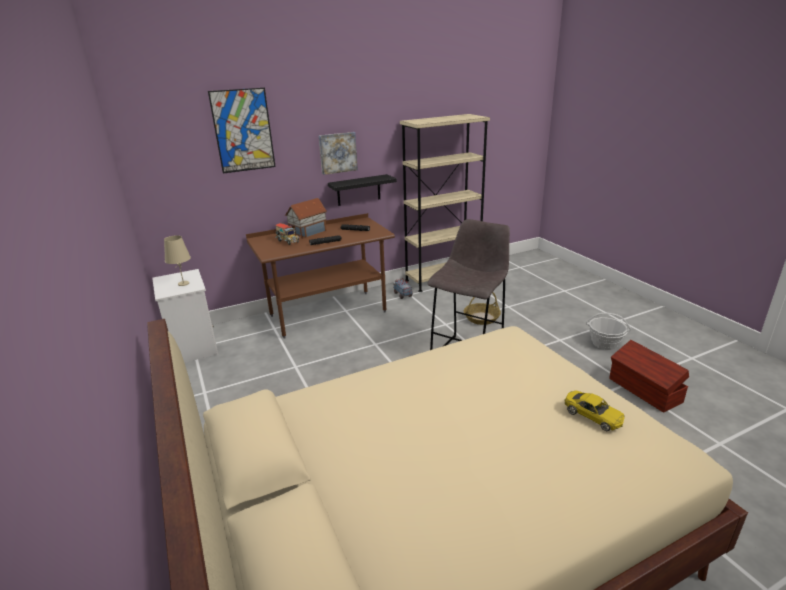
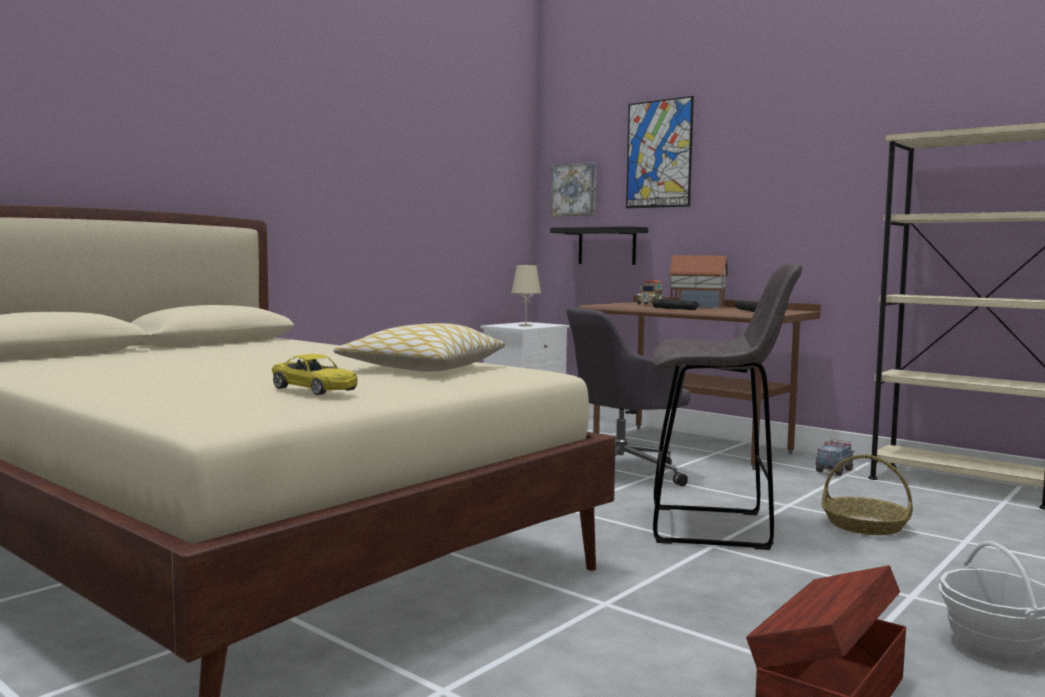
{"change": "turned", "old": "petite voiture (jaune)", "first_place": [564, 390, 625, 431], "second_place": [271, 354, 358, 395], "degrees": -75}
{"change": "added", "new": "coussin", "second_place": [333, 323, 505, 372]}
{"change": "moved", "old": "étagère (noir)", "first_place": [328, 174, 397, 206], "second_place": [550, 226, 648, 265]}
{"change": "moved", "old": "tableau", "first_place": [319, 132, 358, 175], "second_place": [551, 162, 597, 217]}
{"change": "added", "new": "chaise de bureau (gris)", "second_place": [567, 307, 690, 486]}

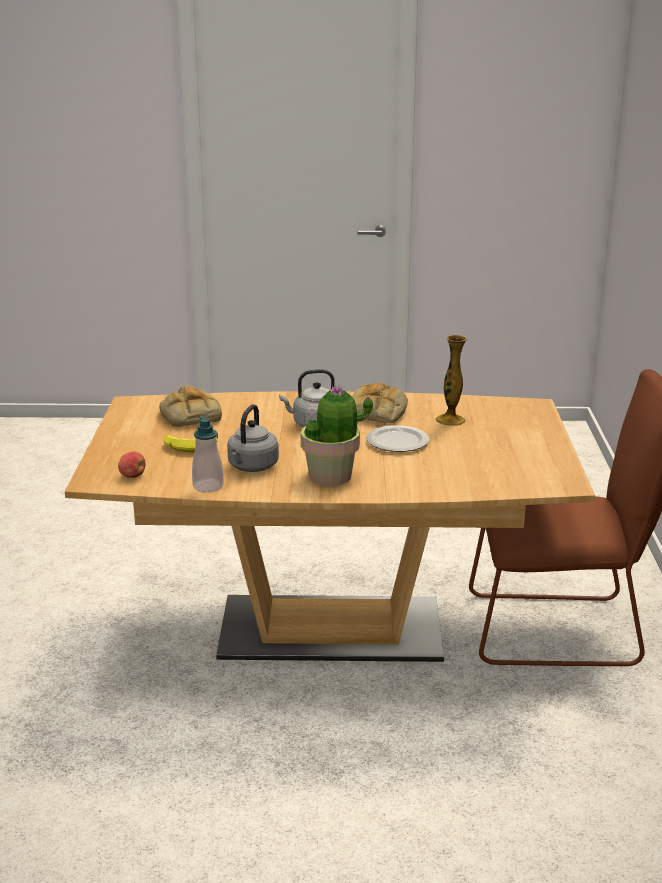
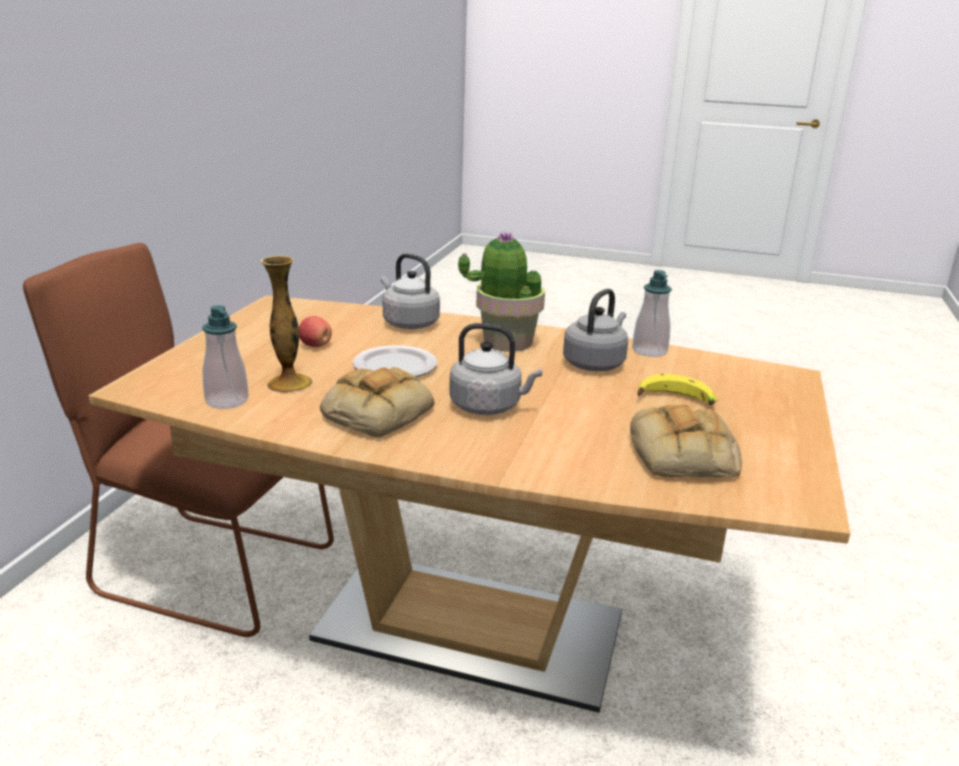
{"change": "added", "new": "distributeur de savon", "second_place": [202, 305, 249, 409]}
{"change": "moved", "old": "pomme", "first_place": [118, 452, 145, 478], "second_place": [299, 316, 332, 347]}
{"change": "added", "new": "bouilloire (gris)", "second_place": [381, 253, 440, 329]}

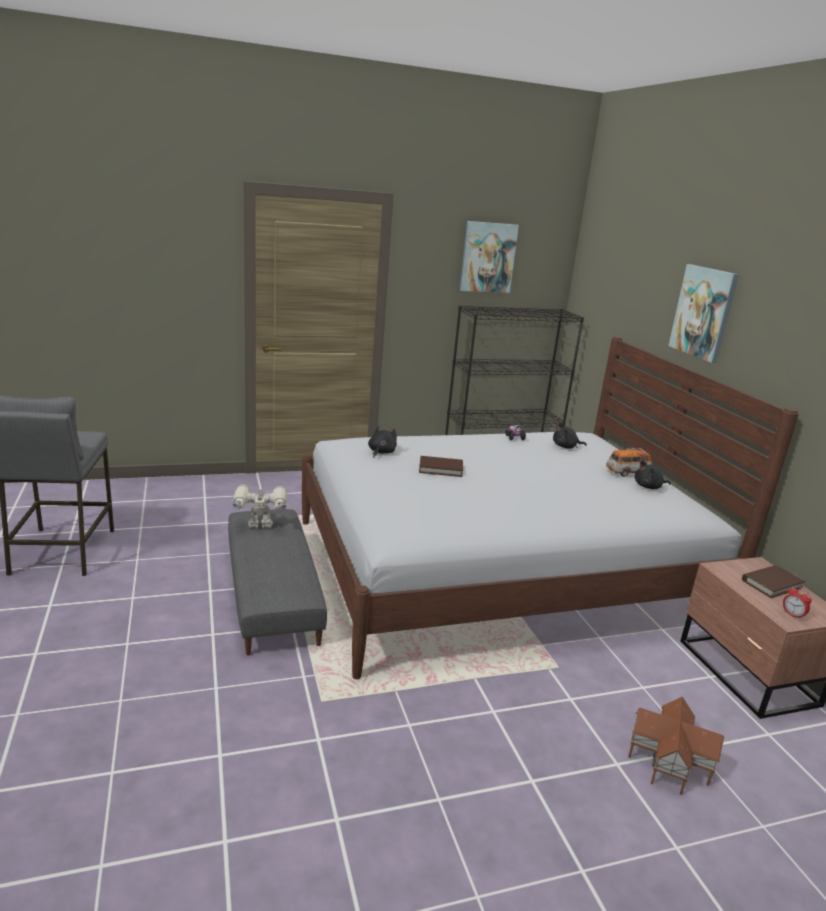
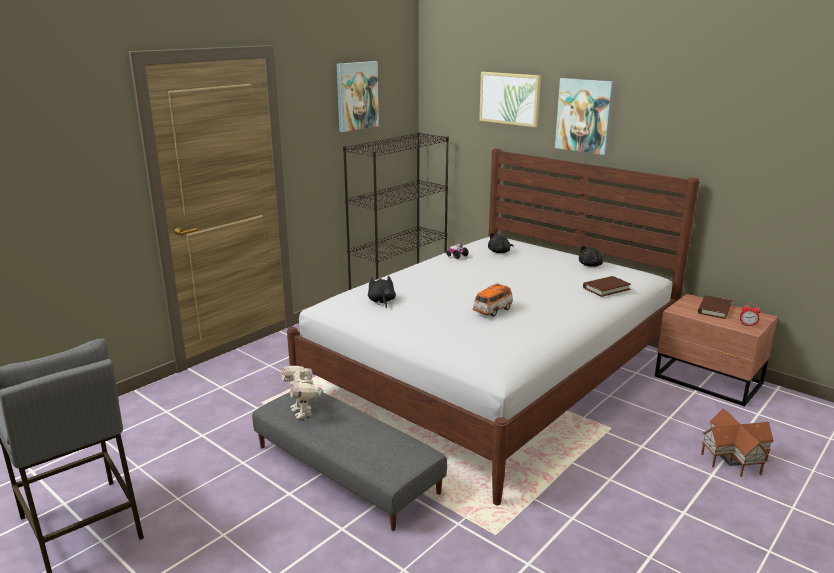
{"change": "turned", "old": "robot jouet", "first_place": [233, 484, 287, 529], "second_place": [281, 366, 323, 419], "degrees": -75}
{"change": "moved", "old": "petite voiture", "first_place": [606, 448, 652, 477], "second_place": [473, 283, 513, 316]}
{"change": "added", "new": "tableau", "second_place": [479, 72, 541, 127]}
{"change": "moved", "old": "livre (marron)", "first_place": [419, 456, 463, 477], "second_place": [583, 276, 631, 297]}

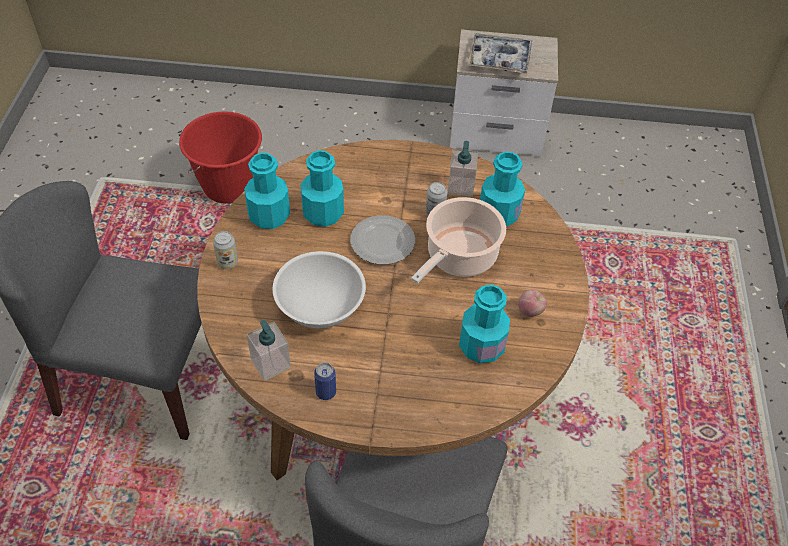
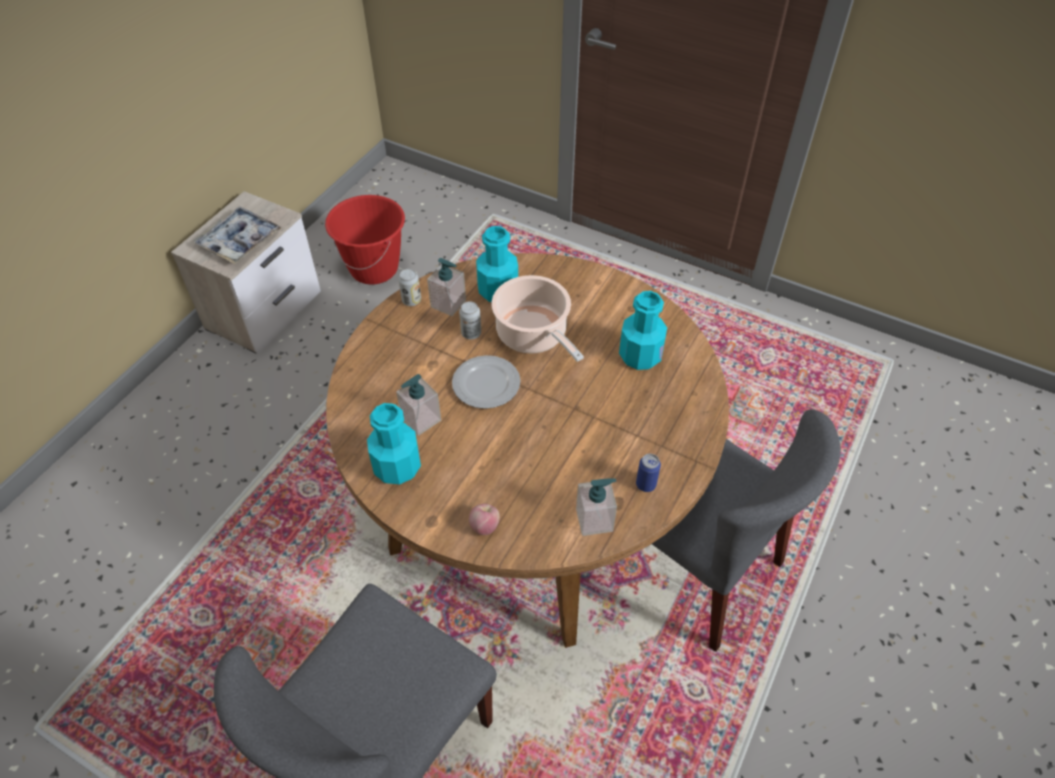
{"change": "moved", "old": "seau (rouge)", "first_place": [179, 111, 262, 204], "second_place": [325, 195, 405, 285]}
{"change": "replaced", "old": "bouteille (turquoise)", "new": "distributeur de savon", "first_place": [300, 150, 344, 227], "second_place": [396, 374, 441, 436]}
{"change": "moved", "old": "boîte métallique", "first_place": [213, 231, 238, 269], "second_place": [398, 269, 421, 306]}
{"change": "moved", "old": "pomme", "first_place": [518, 289, 547, 317], "second_place": [469, 504, 500, 535]}
{"change": "removed", "old": "bol (blanc)", "first_place": [273, 251, 366, 328]}

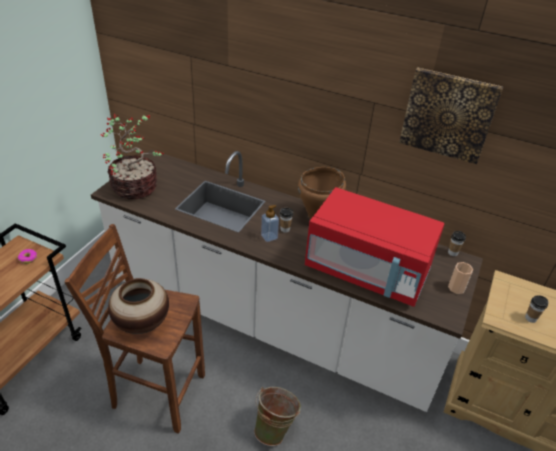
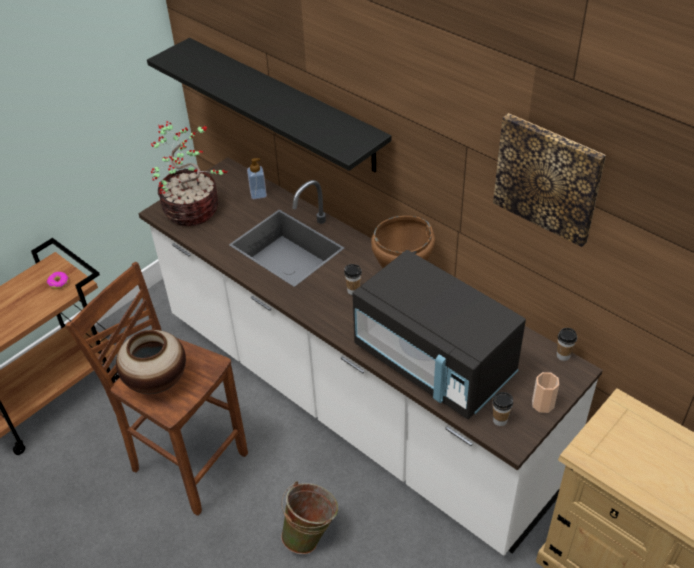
{"change": "added", "new": "étagère (noir)", "second_place": [147, 38, 391, 172]}
{"change": "moved", "old": "distributeur de savon", "first_place": [261, 205, 279, 242], "second_place": [247, 158, 267, 199]}
{"change": "recoloured", "old": "micro-ondes (rouge)", "new": "micro-ondes (noir)", "first_place": [305, 187, 444, 307], "second_place": [352, 250, 526, 419]}
{"change": "moved", "old": "tasse", "first_place": [525, 295, 548, 323], "second_place": [492, 392, 513, 426]}

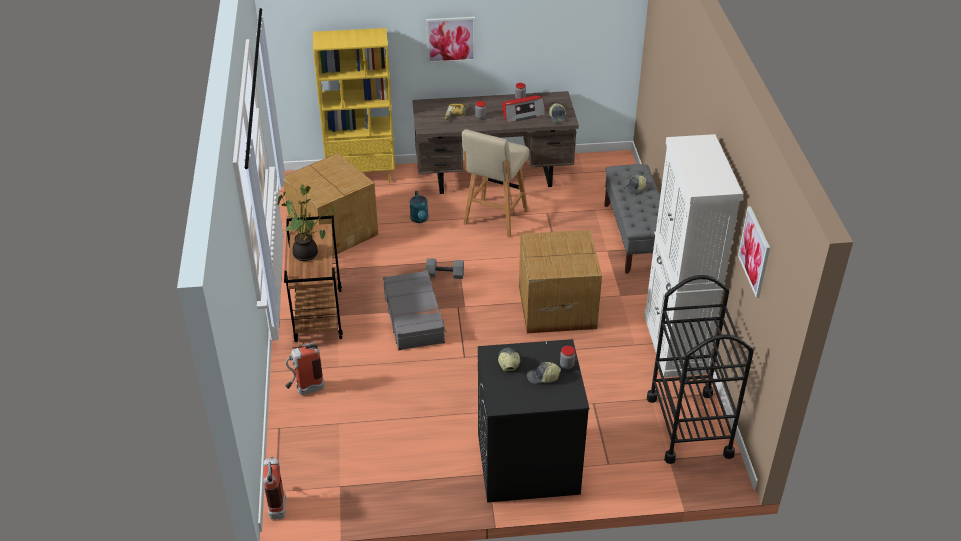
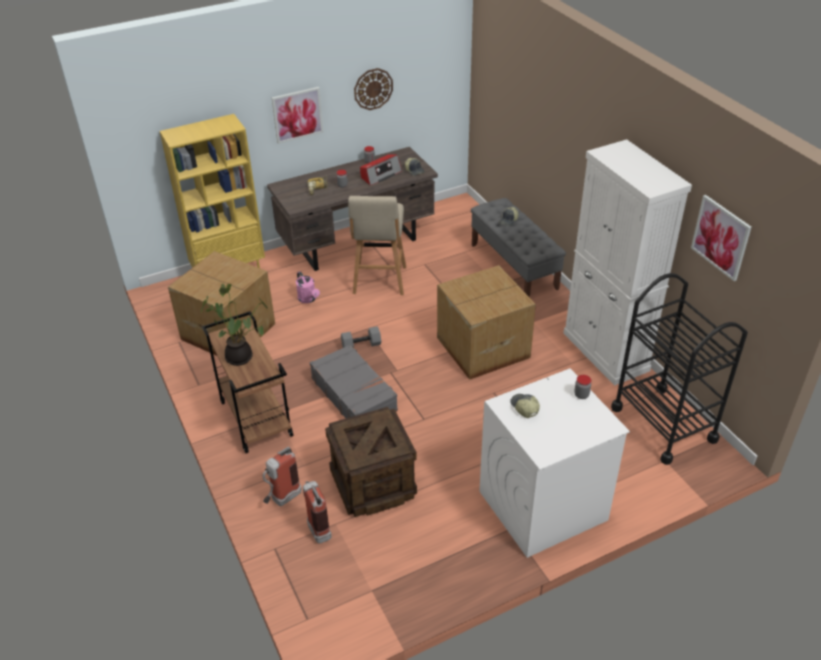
{"change": "recoloured", "old": "arrosoir (turquoise)", "new": "arrosoir (rose)", "first_place": [409, 191, 429, 223], "second_place": [296, 271, 320, 303]}
{"change": "moved", "old": "extincteur", "first_place": [263, 456, 286, 519], "second_place": [303, 481, 332, 544]}
{"change": "added", "new": "caisse", "second_place": [325, 407, 417, 517]}
{"change": "added", "new": "horloge murale", "second_place": [354, 68, 393, 110]}
{"change": "recoloured", "old": "lave-linge (noir)", "new": "lave-linge (blanc)", "first_place": [478, 339, 589, 503], "second_place": [479, 368, 630, 558]}
{"change": "removed", "old": "casquette", "first_place": [527, 362, 561, 384]}

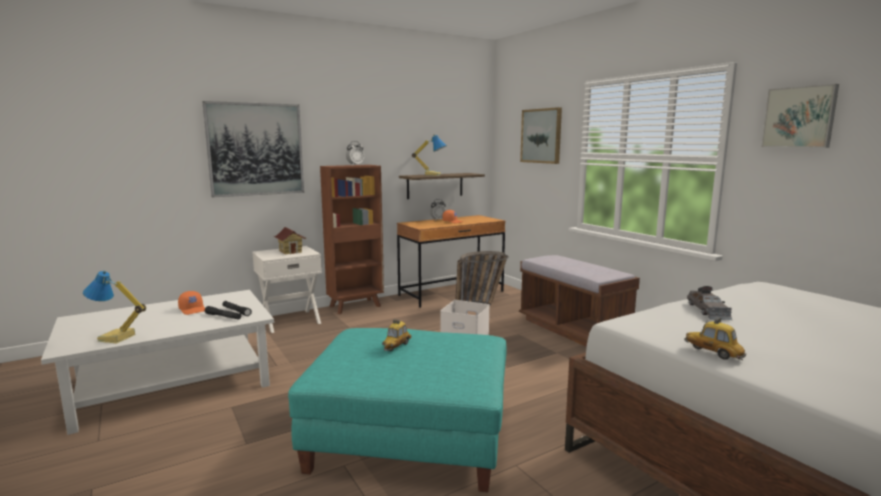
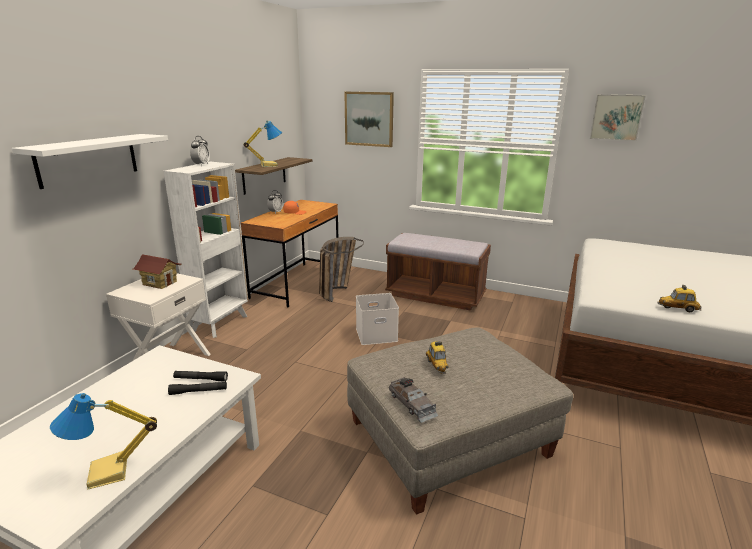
{"change": "replaced", "old": "tableau", "new": "étagère (blanc)", "first_place": [202, 101, 304, 198], "second_place": [12, 134, 168, 189]}
{"change": "recoloured", "old": "bibliothèque (marron)", "new": "bibliothèque (blanc)", "first_place": [320, 165, 384, 314], "second_place": [164, 162, 248, 338]}
{"change": "recoloured", "old": "pouf (turquoise)", "new": "pouf (gris)", "first_place": [288, 328, 507, 492], "second_place": [347, 327, 574, 515]}
{"change": "moved", "old": "petite voiture (gris)", "first_place": [687, 286, 732, 320], "second_place": [389, 377, 438, 423]}
{"change": "removed", "old": "casquette (orange)", "first_place": [178, 291, 205, 315]}

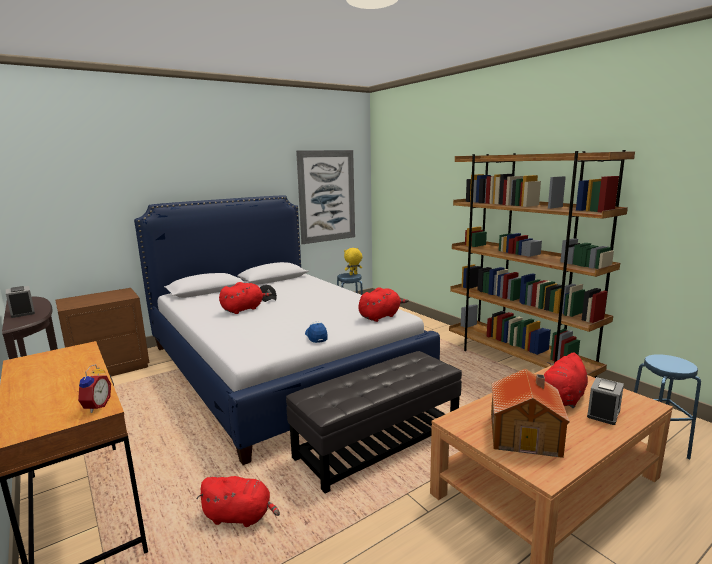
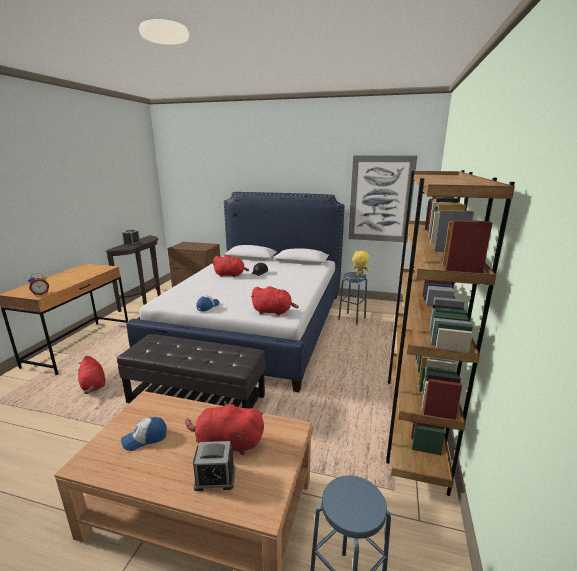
{"change": "replaced", "old": "maison miniature", "new": "casquette", "first_place": [491, 368, 570, 458], "second_place": [121, 417, 167, 451]}

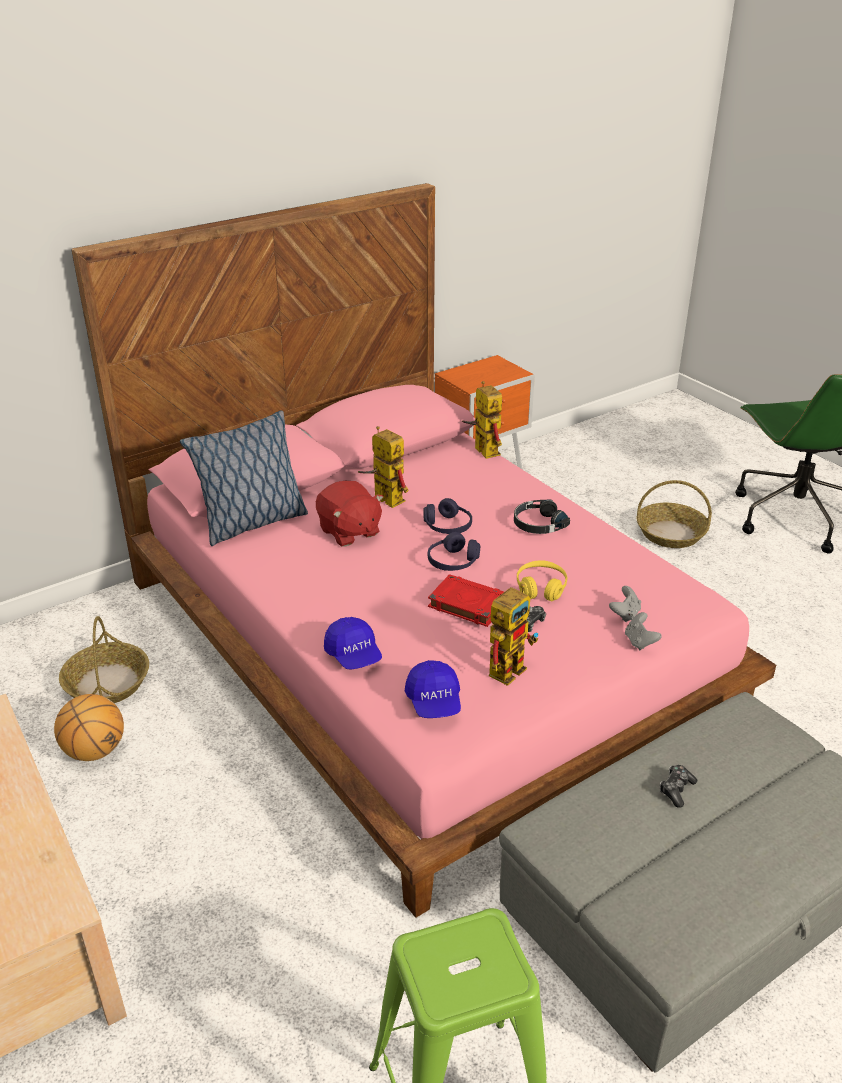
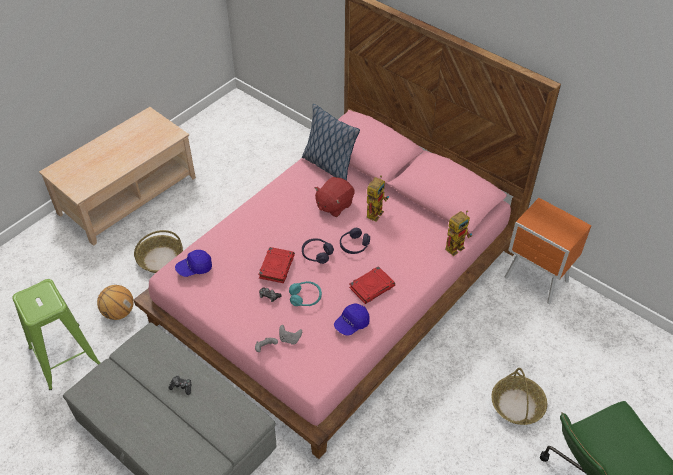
{"change": "moved", "old": "ballon de basket", "first_place": [54, 694, 124, 761], "second_place": [97, 285, 134, 320]}
{"change": "moved", "old": "panier", "first_place": [59, 616, 149, 703], "second_place": [134, 230, 183, 273]}
{"change": "recoloured", "old": "casque audio (jaune)", "new": "casque audio (turquoise)", "first_place": [517, 560, 568, 601], "second_place": [289, 281, 322, 306]}
{"change": "moved", "old": "casquette (bleu)", "first_place": [324, 617, 382, 669], "second_place": [334, 303, 370, 336]}
{"change": "replaced", "old": "casque audio (noir)", "new": "livre (rouge)", "first_place": [514, 499, 570, 534], "second_place": [349, 266, 395, 304]}
{"change": "removed", "old": "robot jouet", "first_place": [489, 584, 538, 686]}

